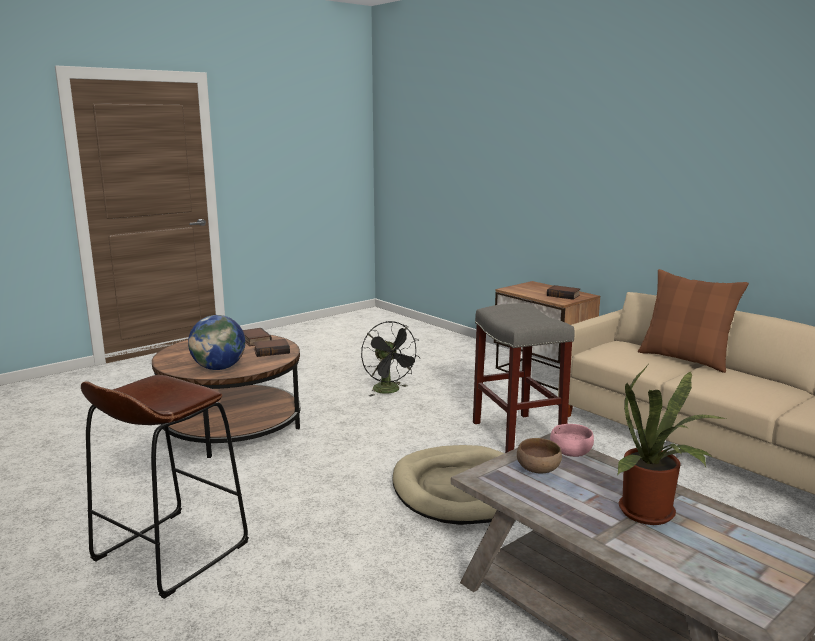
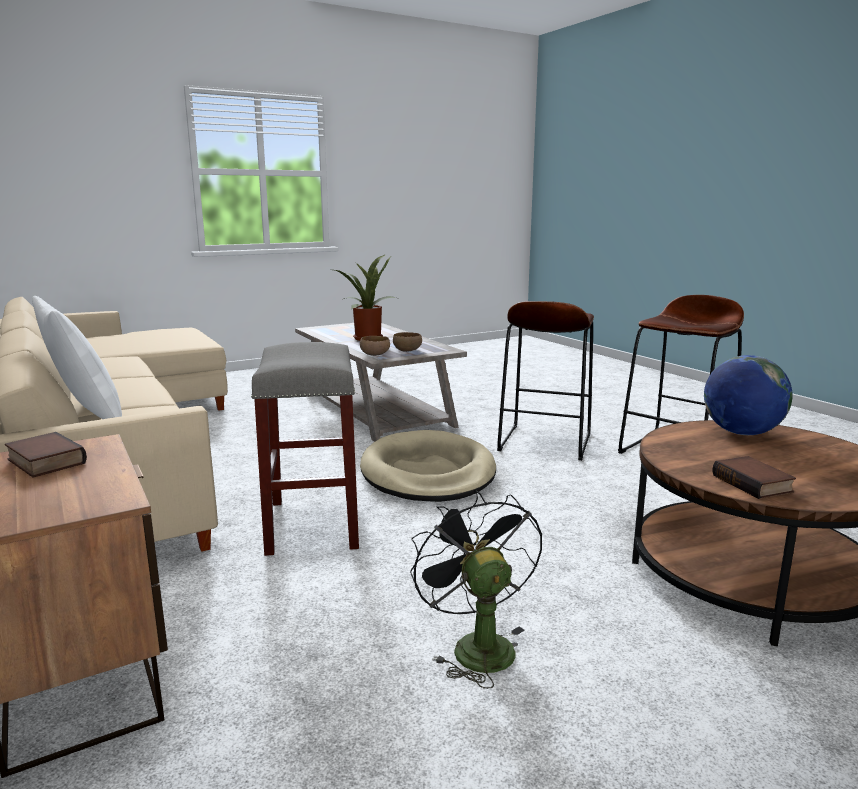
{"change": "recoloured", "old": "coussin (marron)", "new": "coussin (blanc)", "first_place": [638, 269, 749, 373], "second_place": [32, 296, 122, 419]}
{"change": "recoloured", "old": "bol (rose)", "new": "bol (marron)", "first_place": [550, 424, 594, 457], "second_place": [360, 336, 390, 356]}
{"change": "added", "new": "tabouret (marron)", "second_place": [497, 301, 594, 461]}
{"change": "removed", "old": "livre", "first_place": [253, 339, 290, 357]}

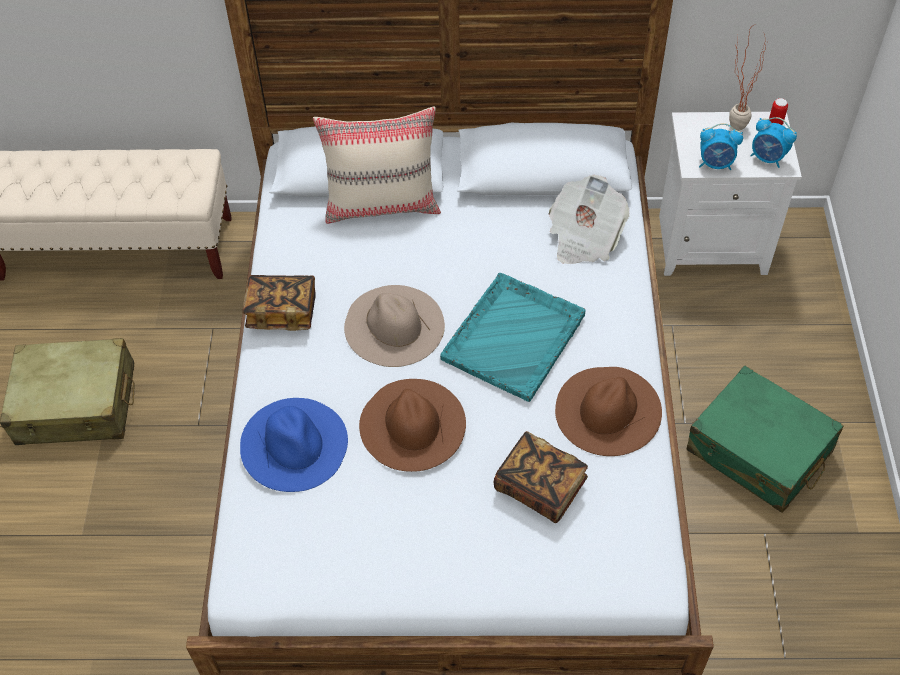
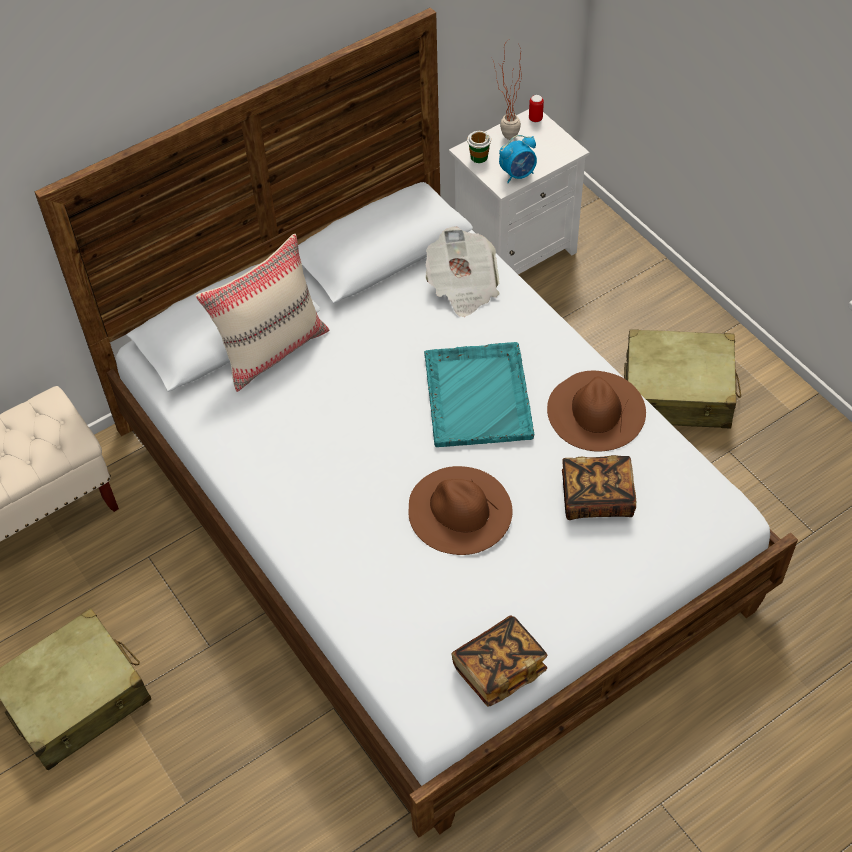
{"change": "moved", "old": "livre", "first_place": [242, 275, 316, 331], "second_place": [451, 616, 548, 707]}
{"change": "added", "new": "tasse", "second_place": [467, 131, 491, 163]}
{"change": "recoloured", "old": "valise (vert)", "new": "valise (beige)", "first_place": [687, 366, 844, 513], "second_place": [624, 329, 741, 428]}
{"change": "removed", "old": "chapeau (bleu)", "first_place": [240, 398, 348, 492]}
{"change": "removed", "old": "chapeau (beige)", "first_place": [344, 285, 445, 367]}
{"change": "removed", "old": "réveil", "first_place": [750, 117, 797, 168]}

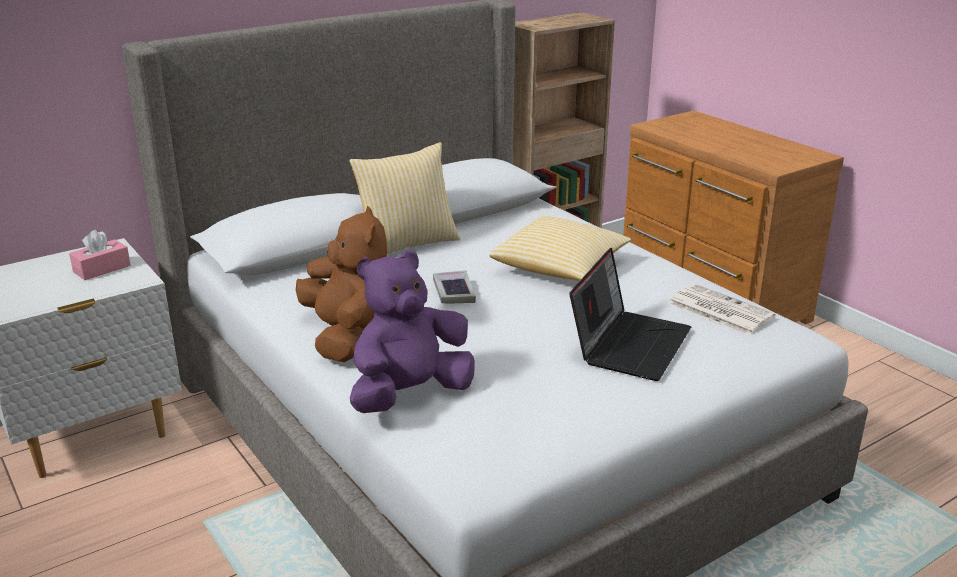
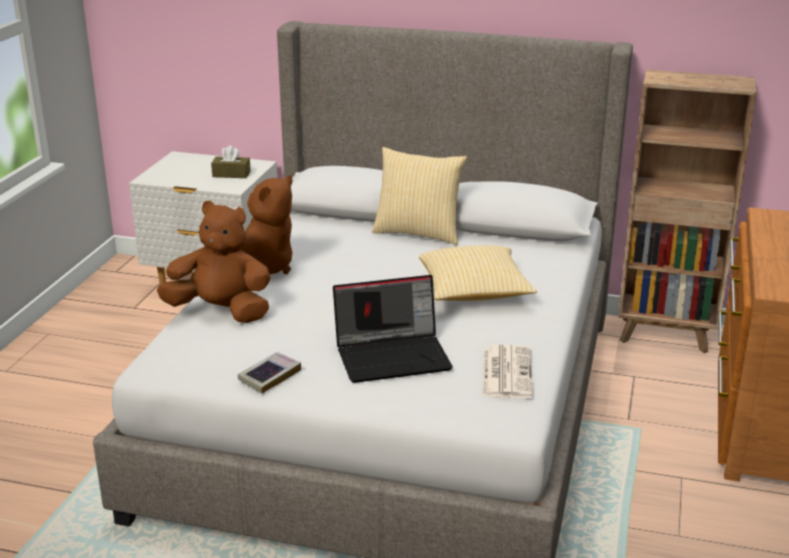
{"change": "recoloured", "old": "peluche (violet)", "new": "peluche (marron)", "first_place": [350, 250, 475, 413], "second_place": [157, 201, 271, 323]}
{"change": "recoloured", "old": "boîte à mouchoirs (rose)", "new": "boîte à mouchoirs (marron)", "first_place": [69, 230, 131, 280], "second_place": [211, 146, 251, 178]}
{"change": "moved", "old": "livre", "first_place": [433, 270, 476, 303], "second_place": [238, 352, 301, 393]}

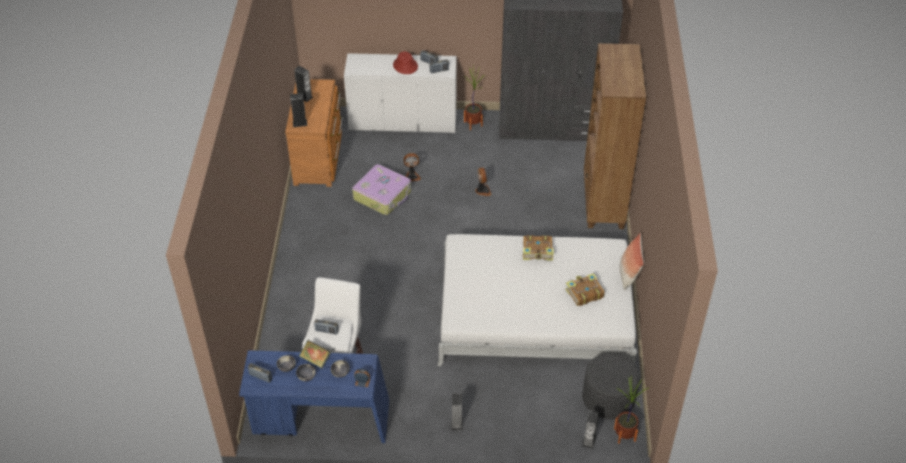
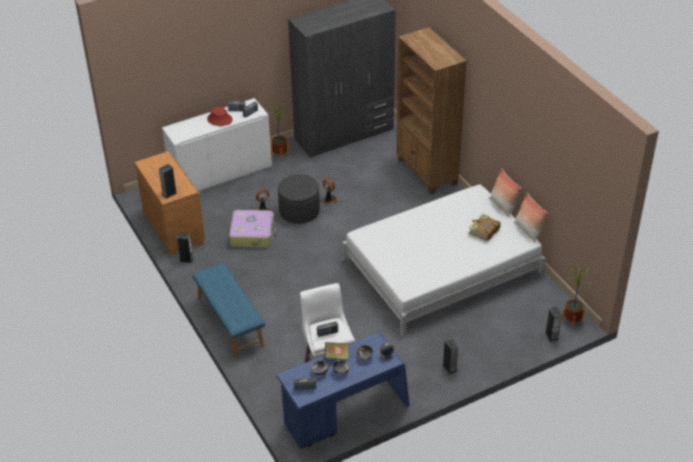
{"change": "moved", "old": "enceinte", "first_place": [294, 66, 313, 102], "second_place": [177, 233, 194, 263]}
{"change": "added", "new": "banc (bleu)", "second_place": [192, 263, 265, 358]}
{"change": "moved", "old": "pouf (gris)", "first_place": [583, 353, 640, 419], "second_place": [278, 174, 320, 224]}
{"change": "added", "new": "coussin", "second_place": [514, 192, 549, 243]}
{"change": "removed", "old": "livre", "first_place": [523, 235, 554, 260]}

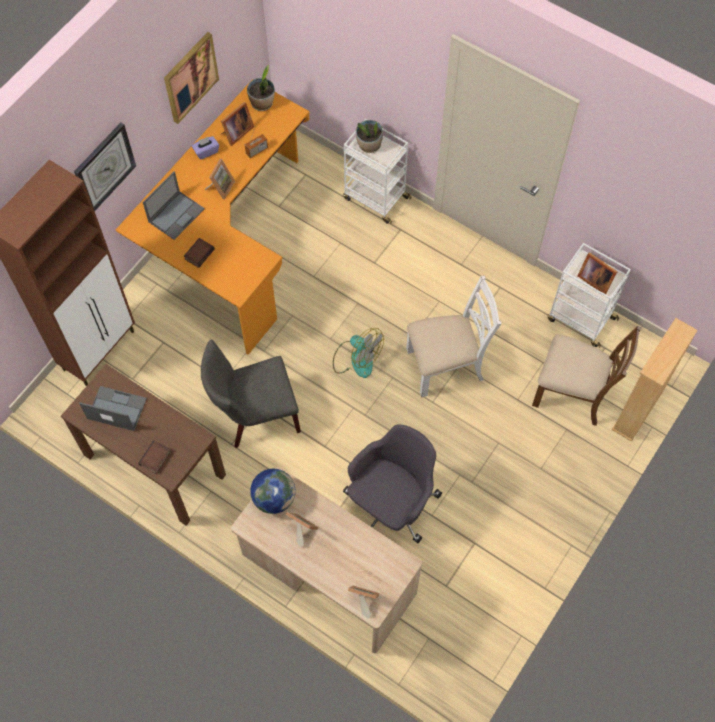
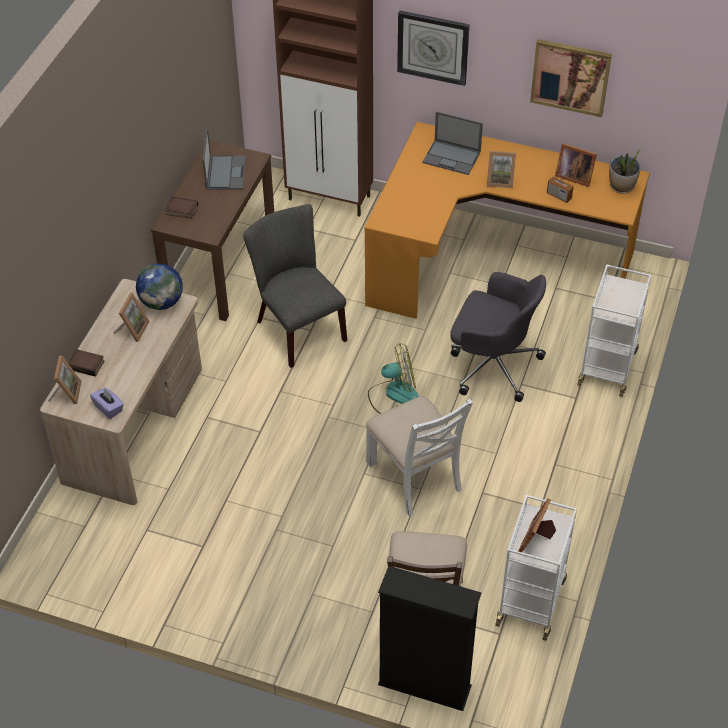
{"change": "moved", "old": "livre", "first_place": [184, 238, 215, 268], "second_place": [68, 349, 104, 377]}
{"change": "moved", "old": "boîte à mouchoirs (violet)", "first_place": [192, 136, 219, 160], "second_place": [90, 388, 124, 419]}
{"change": "turned", "old": "ventilateur", "first_place": [333, 328, 384, 378], "second_place": [368, 343, 419, 414], "degrees": -120}
{"change": "recoloured", "old": "bibliothèque (beige)", "new": "bibliothèque (noir)", "first_place": [612, 318, 698, 442], "second_place": [378, 566, 481, 711]}
{"change": "moved", "old": "chaise de bureau (gris)", "first_place": [343, 425, 442, 543], "second_place": [451, 272, 546, 402]}
{"change": "removed", "old": "plante en pot", "first_place": [356, 120, 383, 153]}

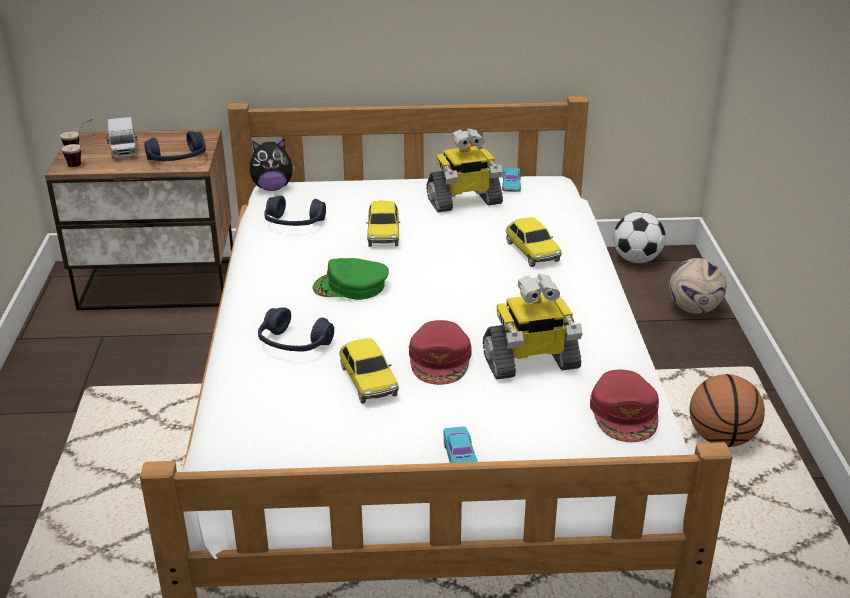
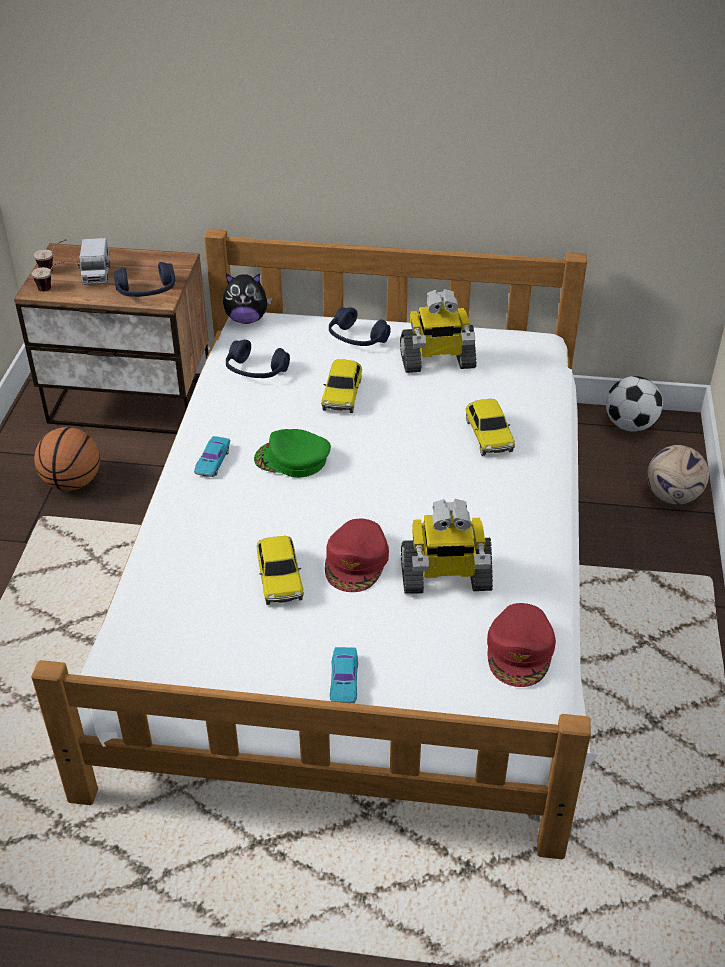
{"change": "moved", "old": "ballon de basket", "first_place": [690, 374, 765, 447], "second_place": [34, 427, 100, 491]}
{"change": "moved", "old": "petite voiture (turquoise)", "first_place": [502, 168, 521, 192], "second_place": [194, 436, 230, 477]}
{"change": "moved", "old": "casque audio (bleu)", "first_place": [258, 307, 334, 352], "second_place": [329, 307, 391, 346]}

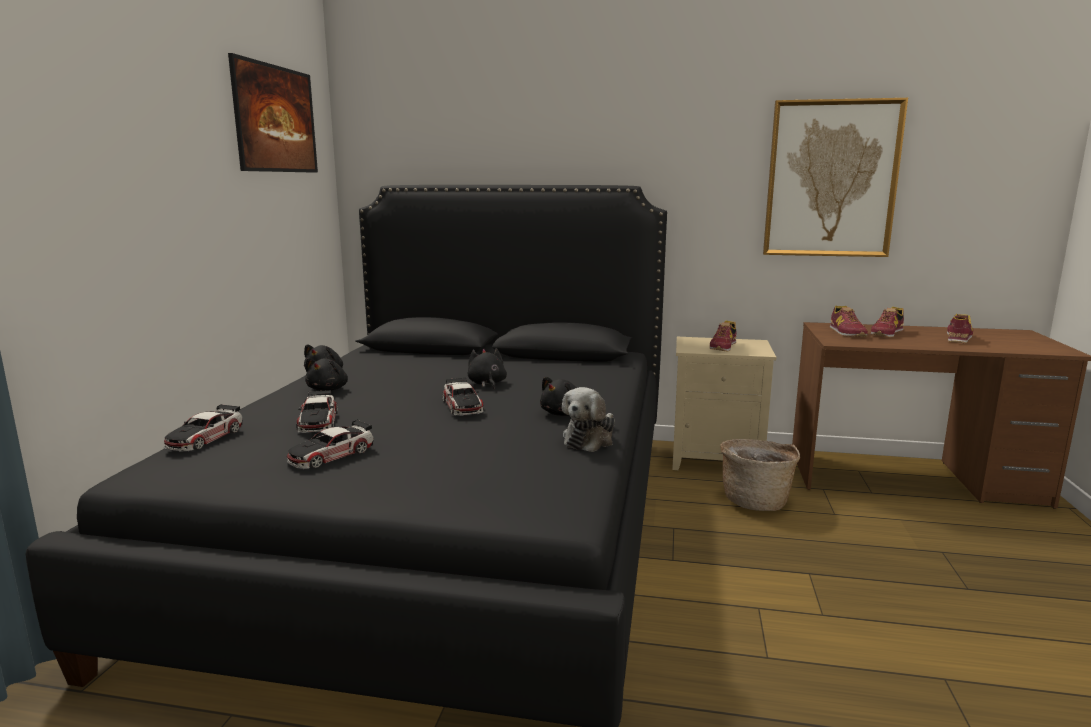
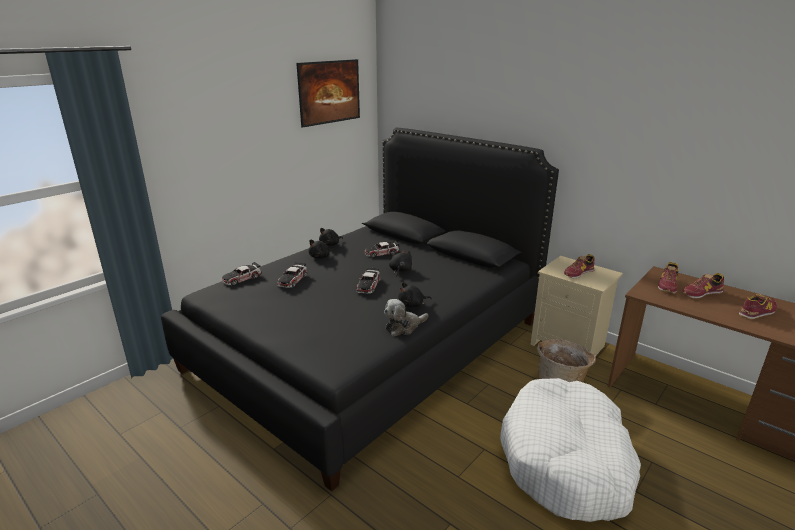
{"change": "moved", "old": "petite voiture", "first_place": [287, 420, 374, 469], "second_place": [364, 240, 399, 257]}
{"change": "added", "new": "panier pour chien (blanc)", "second_place": [500, 378, 641, 522]}
{"change": "removed", "old": "tableau", "first_place": [763, 98, 908, 257]}

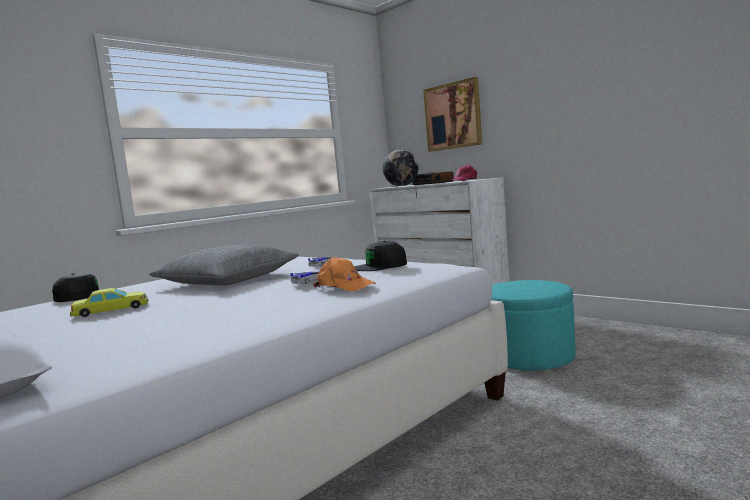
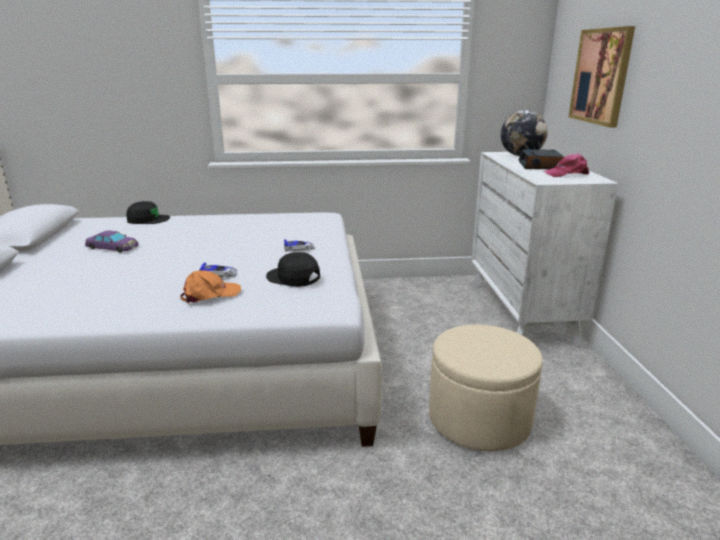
{"change": "recoloured", "old": "petite voiture (jaune)", "new": "petite voiture (violet)", "first_place": [70, 288, 148, 317], "second_place": [85, 231, 139, 253]}
{"change": "turned", "old": "casquette (orange)", "first_place": [313, 257, 376, 292], "second_place": [181, 270, 241, 304], "degrees": -105}
{"change": "recoloured", "old": "pouf (turquoise)", "new": "pouf (beige)", "first_place": [491, 280, 576, 371], "second_place": [429, 324, 543, 452]}
{"change": "removed", "old": "coussin (gris)", "first_place": [149, 245, 299, 286]}

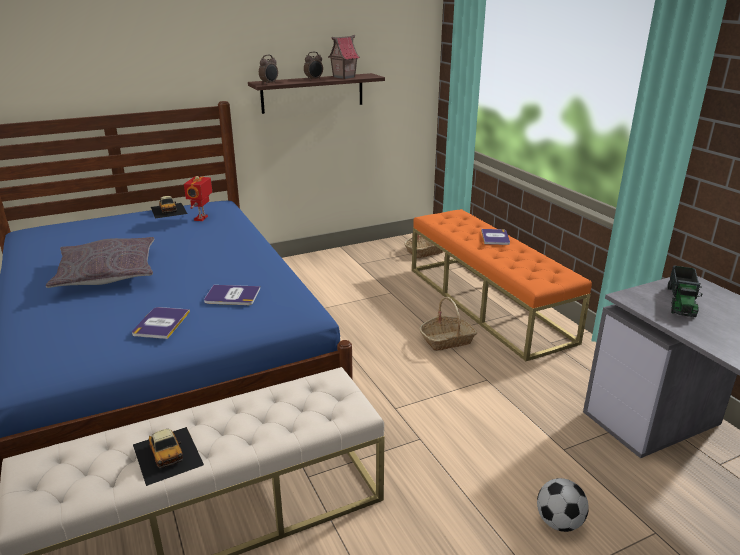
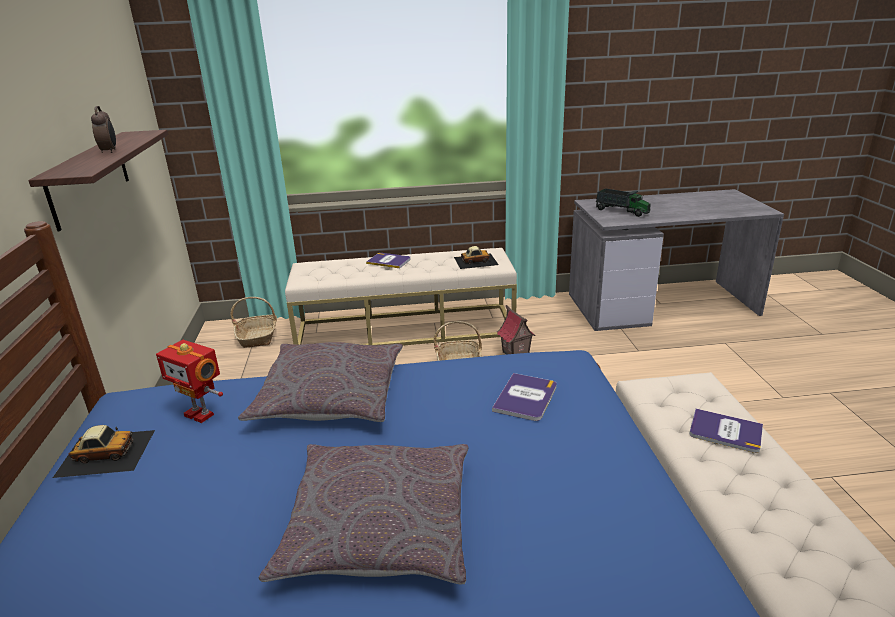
{"change": "added", "new": "coussin (gris)", "second_place": [238, 342, 403, 422]}
{"change": "recoloured", "old": "banc (orange)", "new": "banc (beige)", "first_place": [412, 209, 592, 361], "second_place": [285, 248, 517, 346]}
{"change": "moved", "old": "petite voiture", "first_place": [133, 427, 204, 486], "second_place": [454, 246, 499, 269]}
{"change": "moved", "old": "maison miniature", "first_place": [328, 35, 360, 79], "second_place": [497, 305, 536, 355]}
{"change": "moved", "old": "livre", "first_place": [132, 307, 190, 339], "second_place": [689, 409, 763, 453]}
{"change": "removed", "old": "réveil", "first_place": [259, 55, 278, 85]}
{"change": "removed", "old": "ballon de foot", "first_place": [537, 478, 589, 532]}

